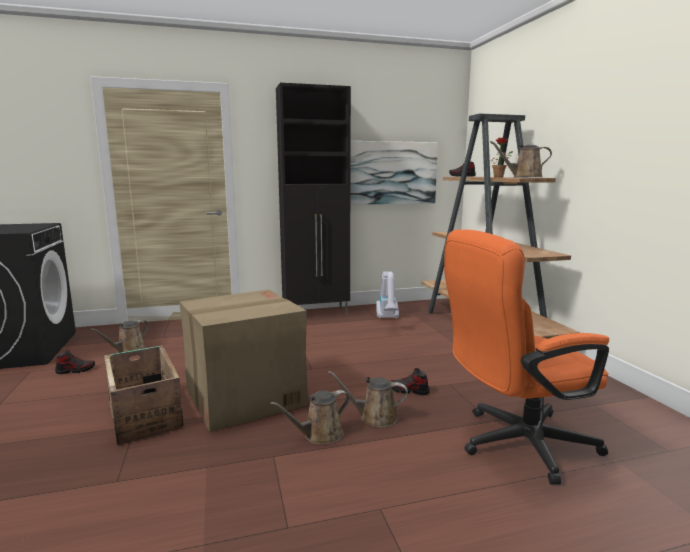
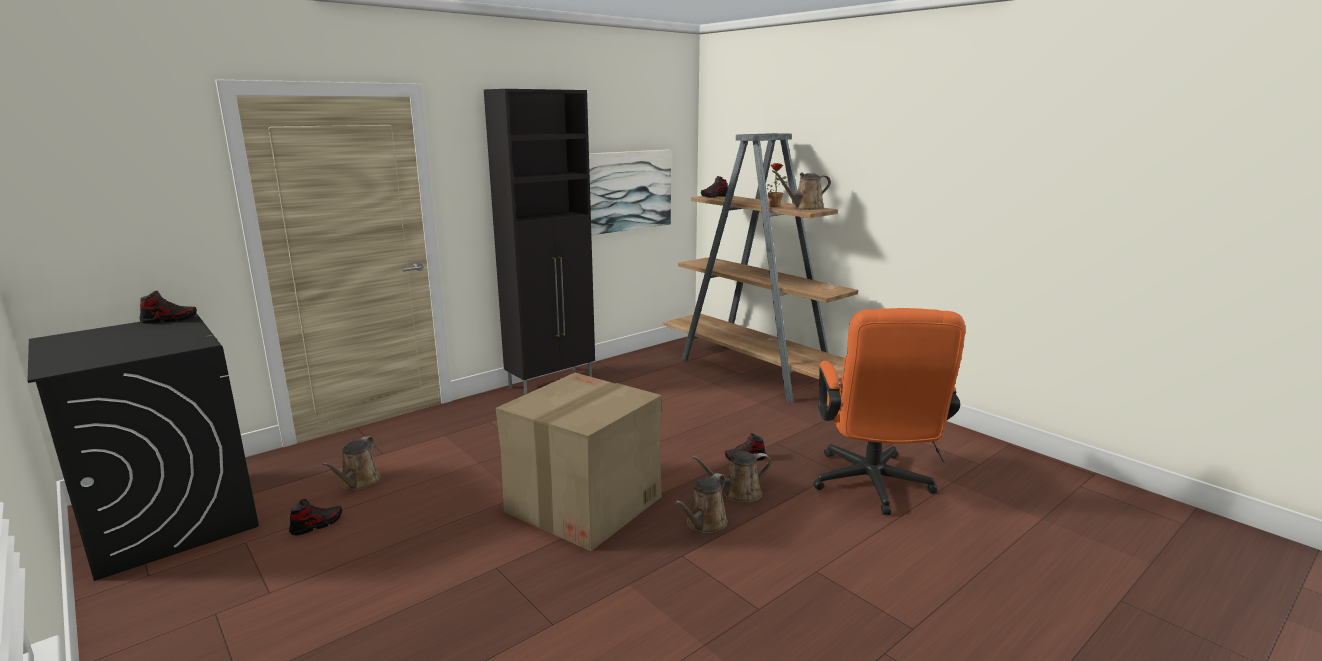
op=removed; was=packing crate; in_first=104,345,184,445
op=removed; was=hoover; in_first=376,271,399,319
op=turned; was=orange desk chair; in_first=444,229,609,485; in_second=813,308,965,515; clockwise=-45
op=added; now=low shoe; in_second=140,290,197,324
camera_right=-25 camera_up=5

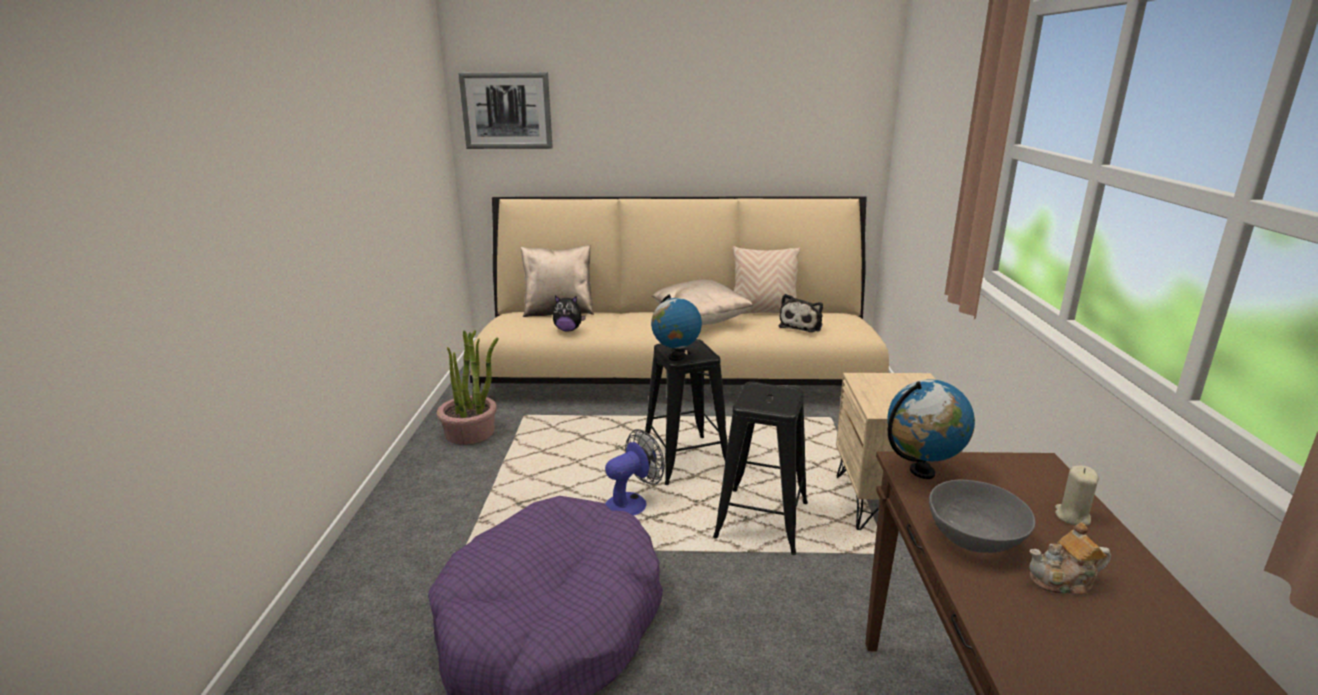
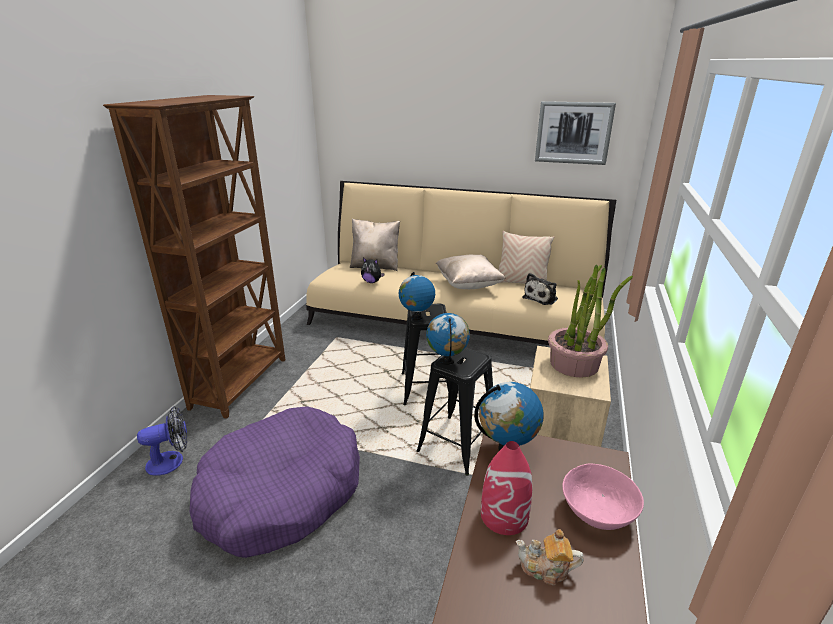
op=moved; was=potted plant; in_first=437,330,499,445; in_second=548,265,633,378
op=moved; was=wall art; in_first=458,72,553,149; in_second=535,101,616,165
op=moved; was=cooling fan; in_first=605,429,665,516; in_second=137,406,187,476
op=replaced; was=greyish deep dish; now=reddish flower vase; in_first=929,480,1035,553; in_second=481,441,533,535
op=replaced; was=sand-coloured wax candle; now=pinkish deep dish; in_first=1055,466,1099,526; in_second=562,464,644,530
op=added; now=brownish bookshelf; in_second=103,95,286,419
op=added; now=desk globe; in_second=426,313,470,365
camera_right=15 camera_up=5

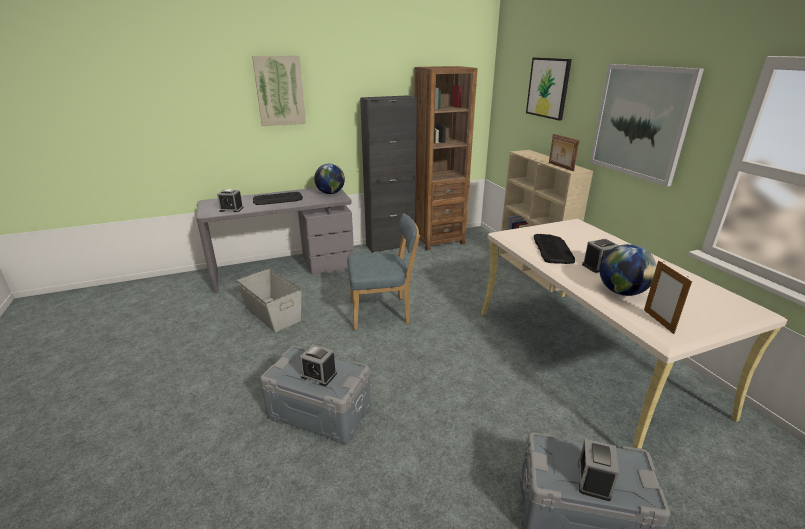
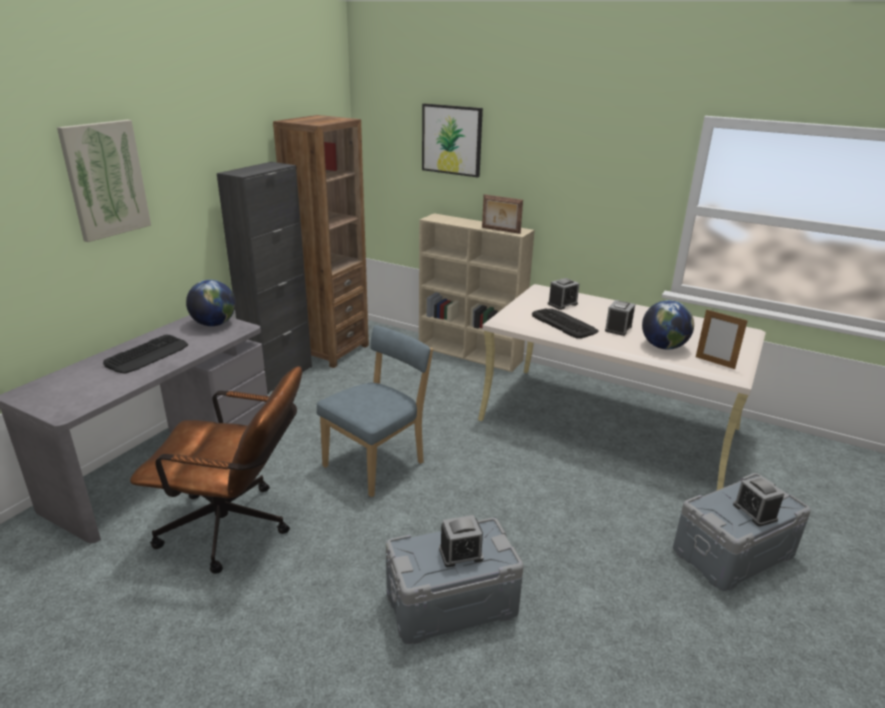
op=moved; was=table clock; in_first=217,189,244,212; in_second=548,278,580,310
op=replaced; was=greyish storage box; now=brownish desk chair; in_first=236,268,302,332; in_second=130,366,302,574
op=removed; was=wall art; in_first=590,64,704,186
camera_right=-40 camera_up=0

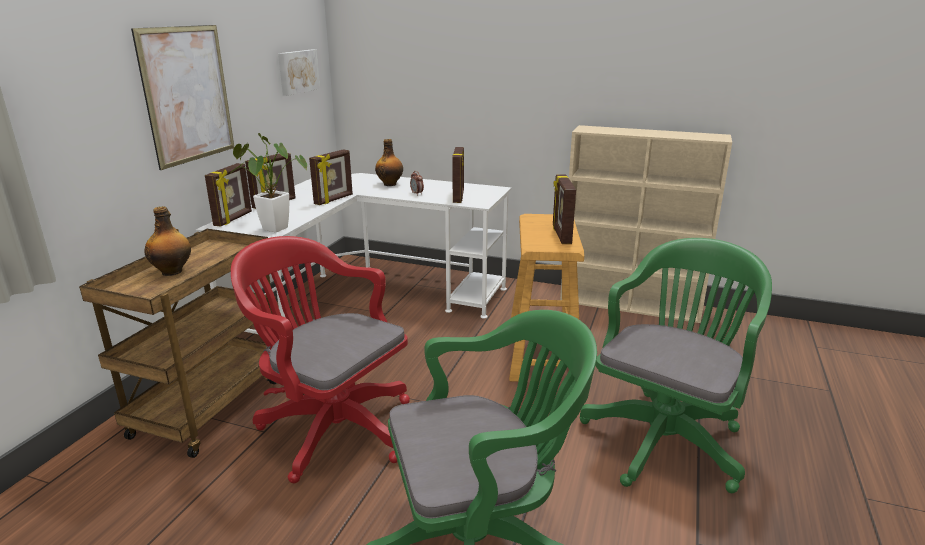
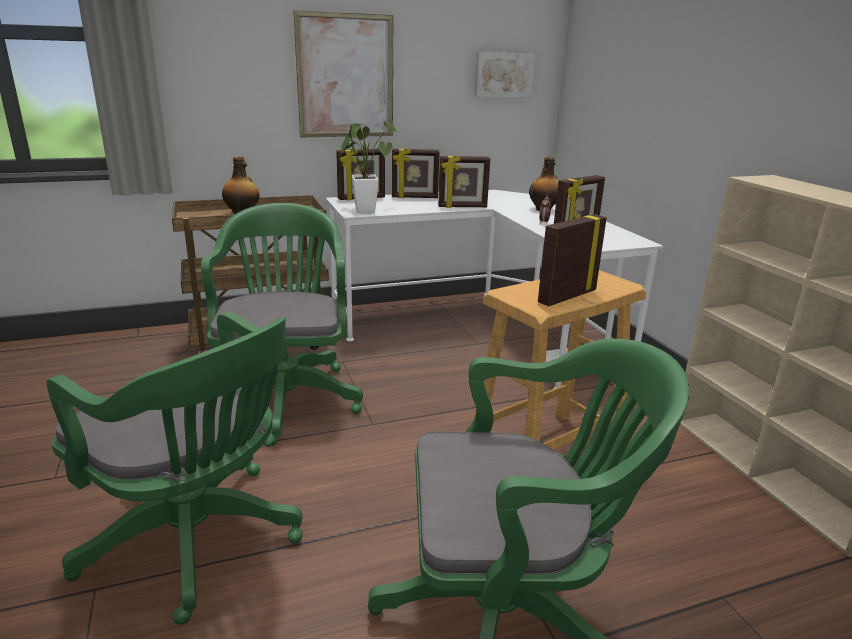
op=recoloured; was=reddish desk chair; now=green desk chair; in_first=231,236,410,483; in_second=201,203,363,446
camera_right=50 camera_up=0

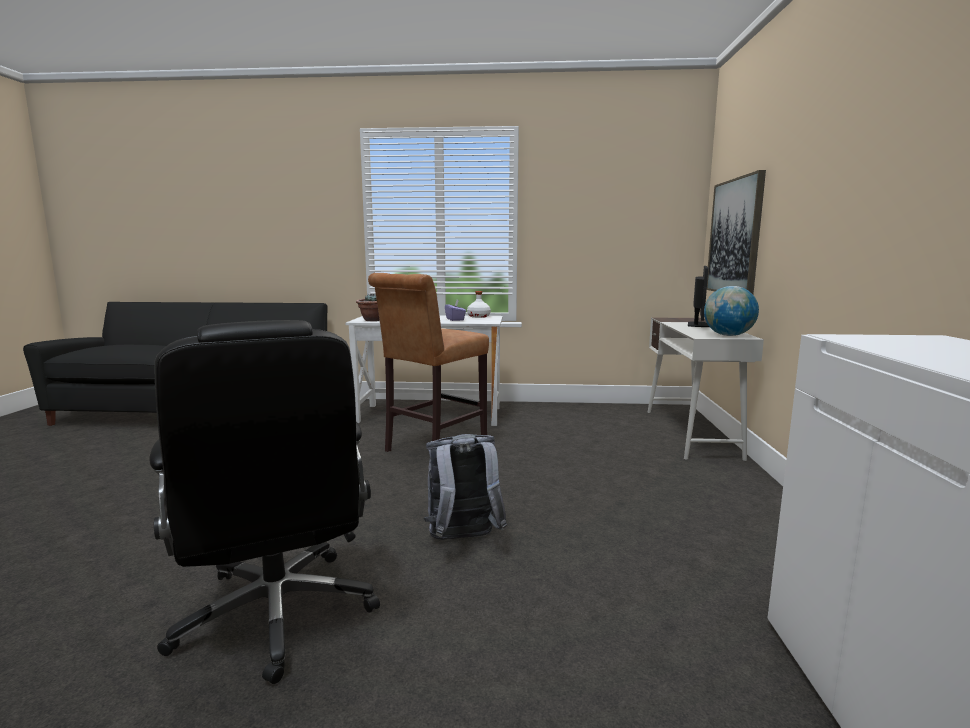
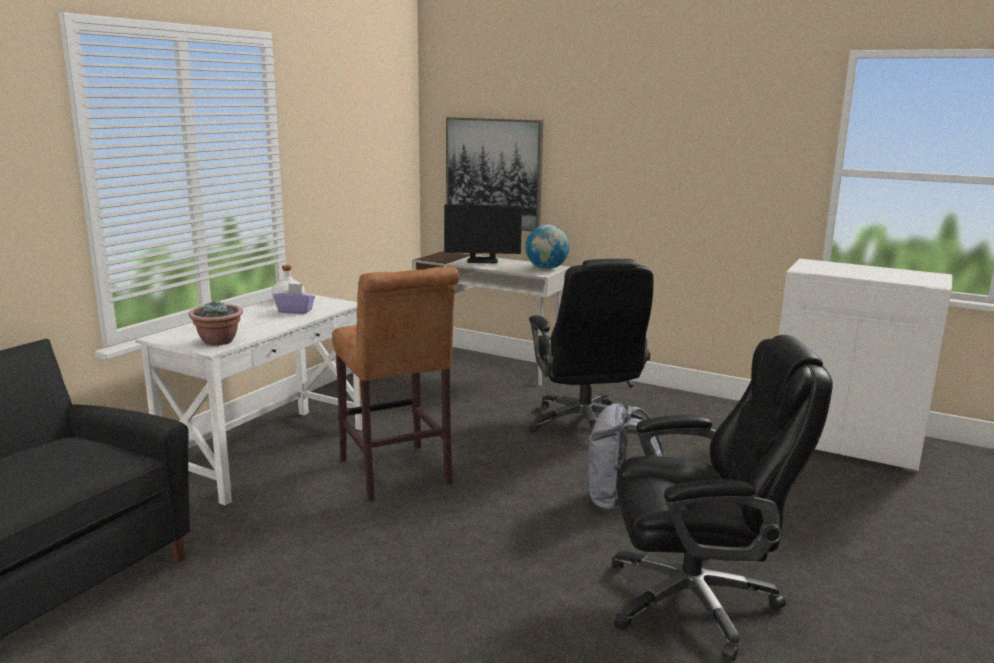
op=turned; was=computer display; in_first=688,266,709,327; in_second=444,204,522,263; clockwise=135
op=added; now=black-coloured desk chair; in_second=529,259,653,433
camera_right=-65 camera_up=5

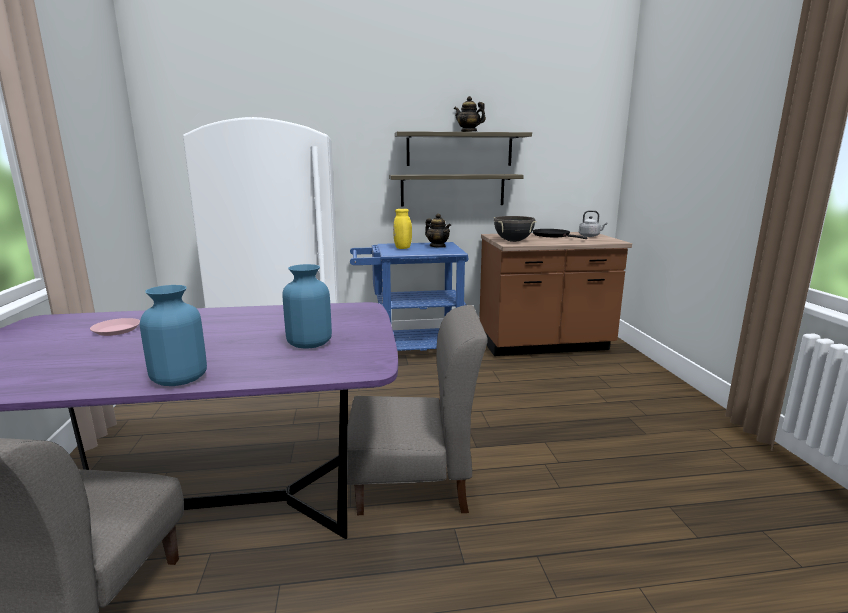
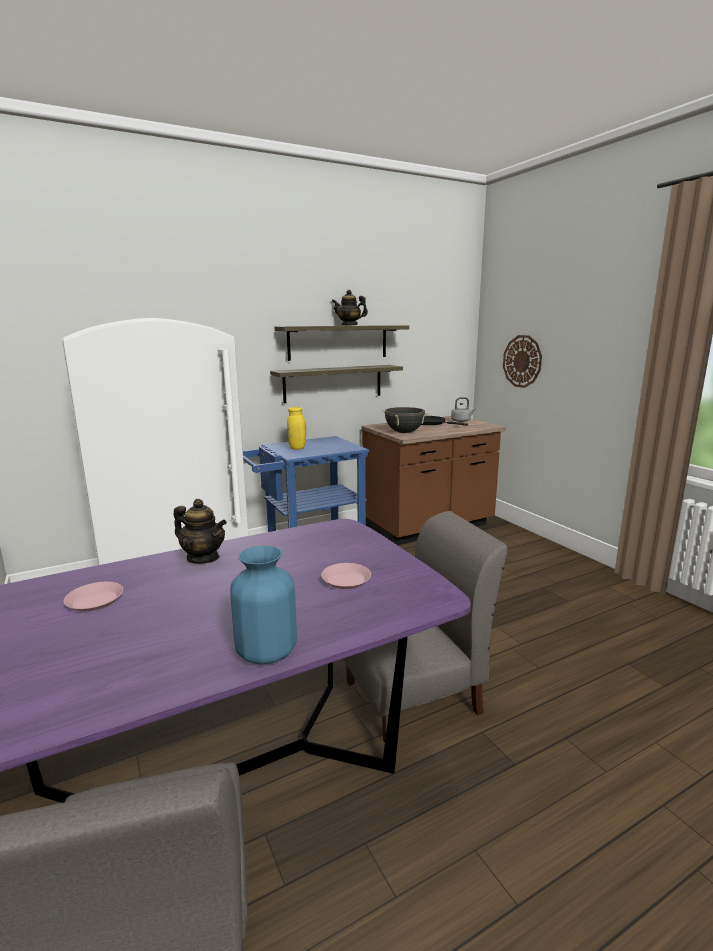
op=replaced; was=bluish flower vase; now=pinkish dinner plate; in_first=282,264,332,349; in_second=321,563,371,589
op=moved; was=pot for tea; in_first=425,214,451,248; in_second=174,499,227,564
op=added; now=wall clock; in_second=503,335,542,388
camera_right=-20 camera_up=0

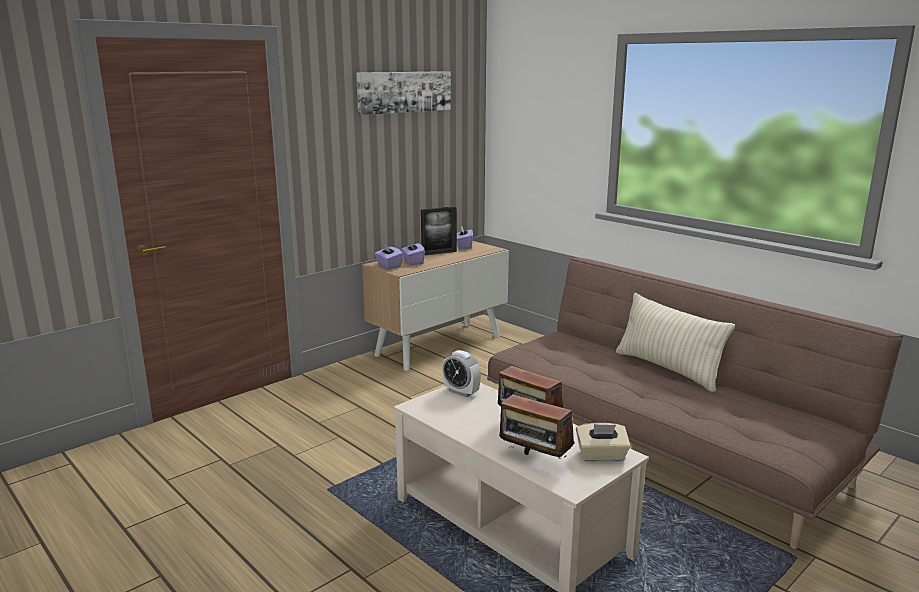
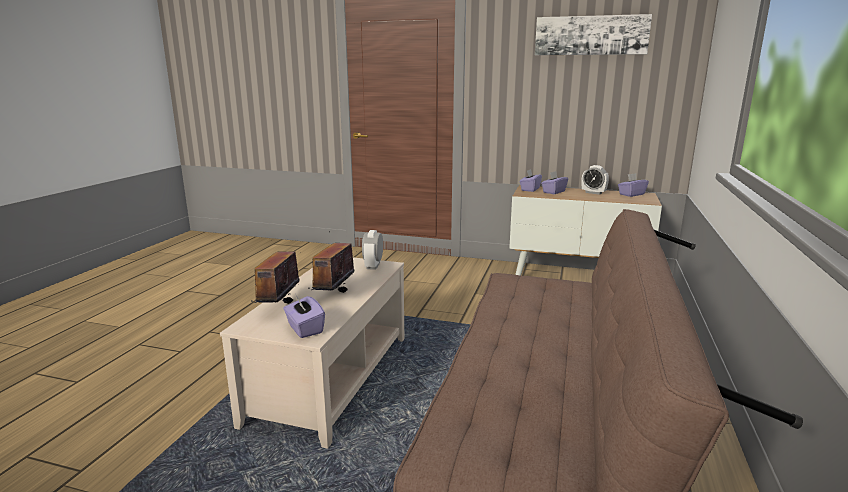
op=replaced; was=photo frame; now=table clock; in_first=421,206,457,255; in_second=581,165,609,195
op=recoloured; was=sand-coloured tissue holder; now=purple tissue holder; in_first=576,423,631,462; in_second=283,296,325,338
op=removed; was=sand-coloured cushion; in_first=616,293,735,392
camera_right=60 camera_up=0

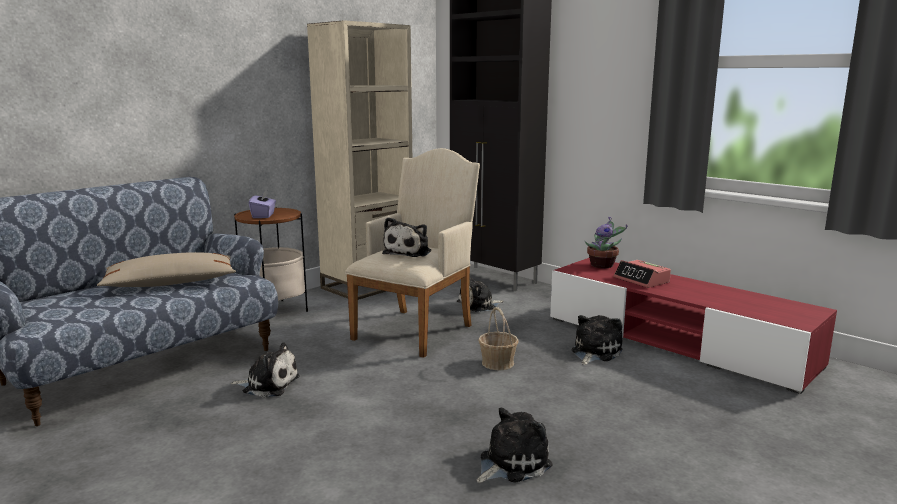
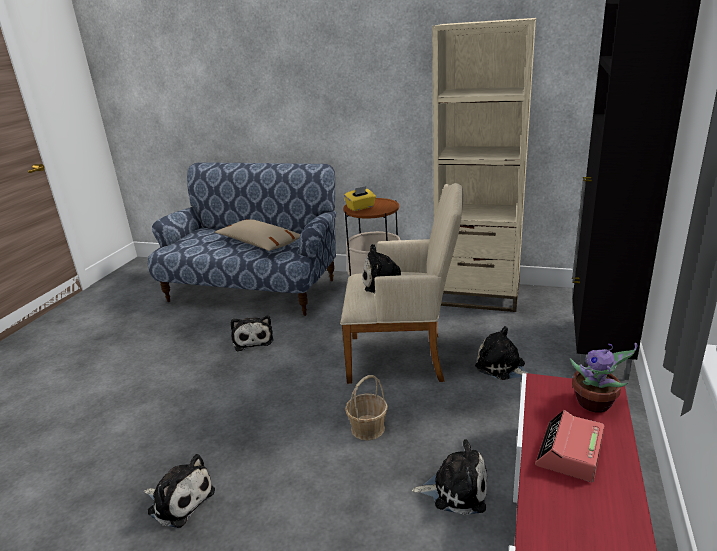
op=recoloured; was=purple tissue holder; now=yellowish tissue holder; in_first=249,190,276,218; in_second=344,186,376,211
camera_right=65 camera_up=10

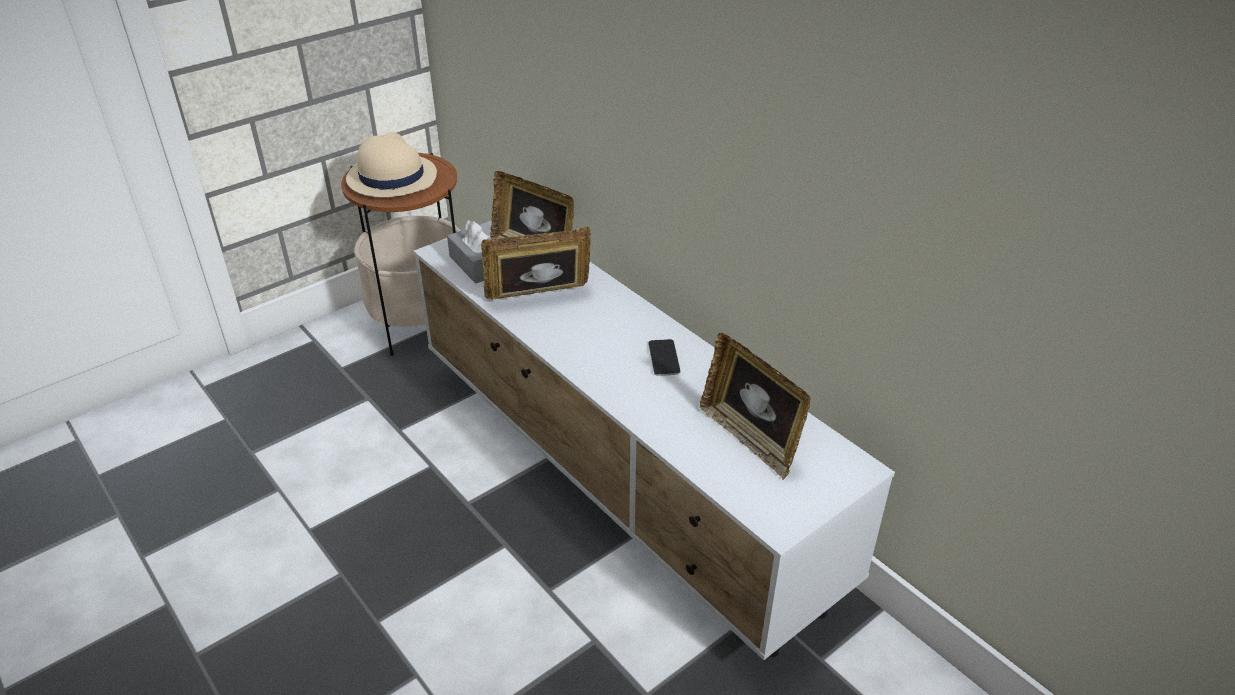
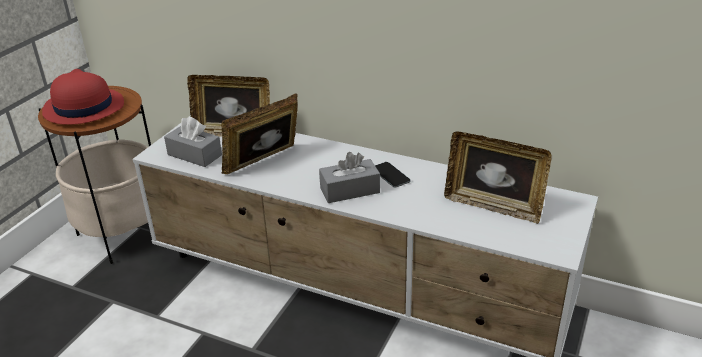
op=recoloured; was=sand-coloured clothing hat; now=reddish clothing hat; in_first=346,132,437,197; in_second=42,69,124,125
op=added; now=greyish tissue holder; in_second=319,152,380,203
camera_right=-25 camera_up=-5

